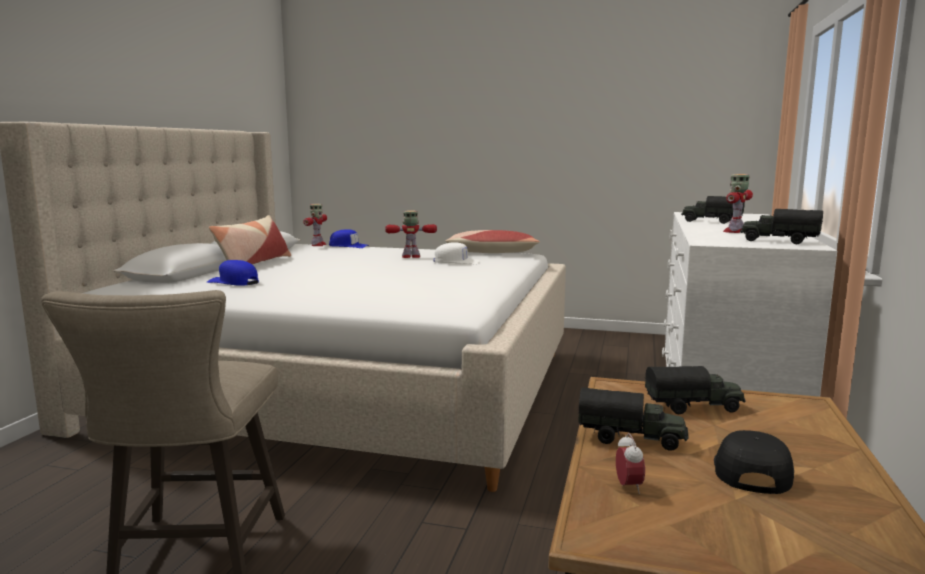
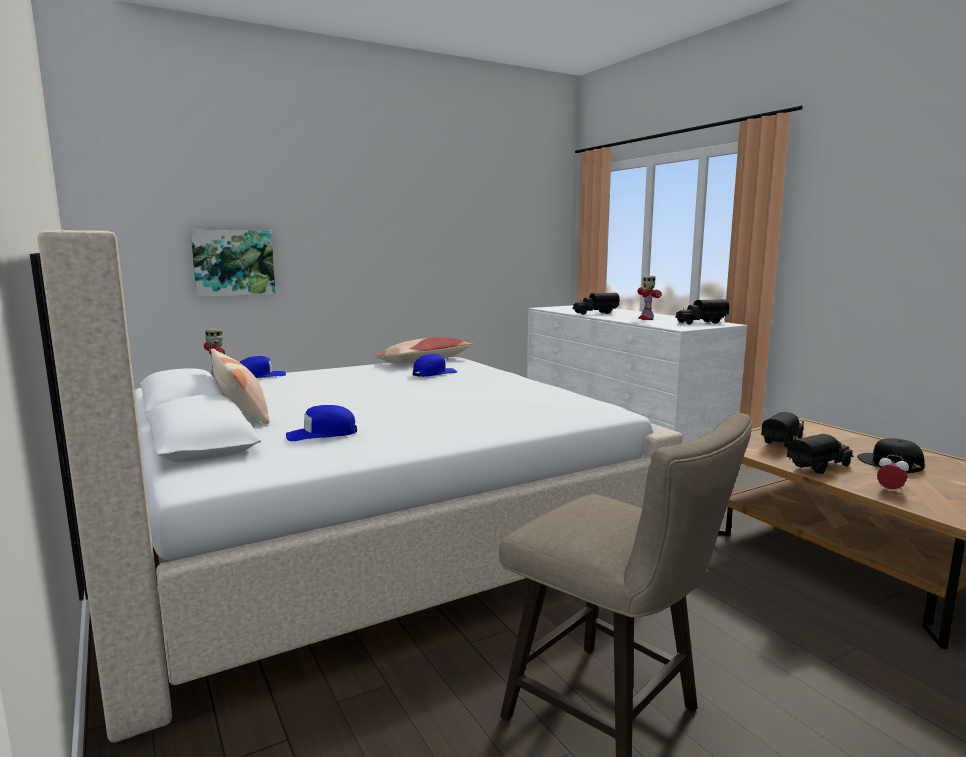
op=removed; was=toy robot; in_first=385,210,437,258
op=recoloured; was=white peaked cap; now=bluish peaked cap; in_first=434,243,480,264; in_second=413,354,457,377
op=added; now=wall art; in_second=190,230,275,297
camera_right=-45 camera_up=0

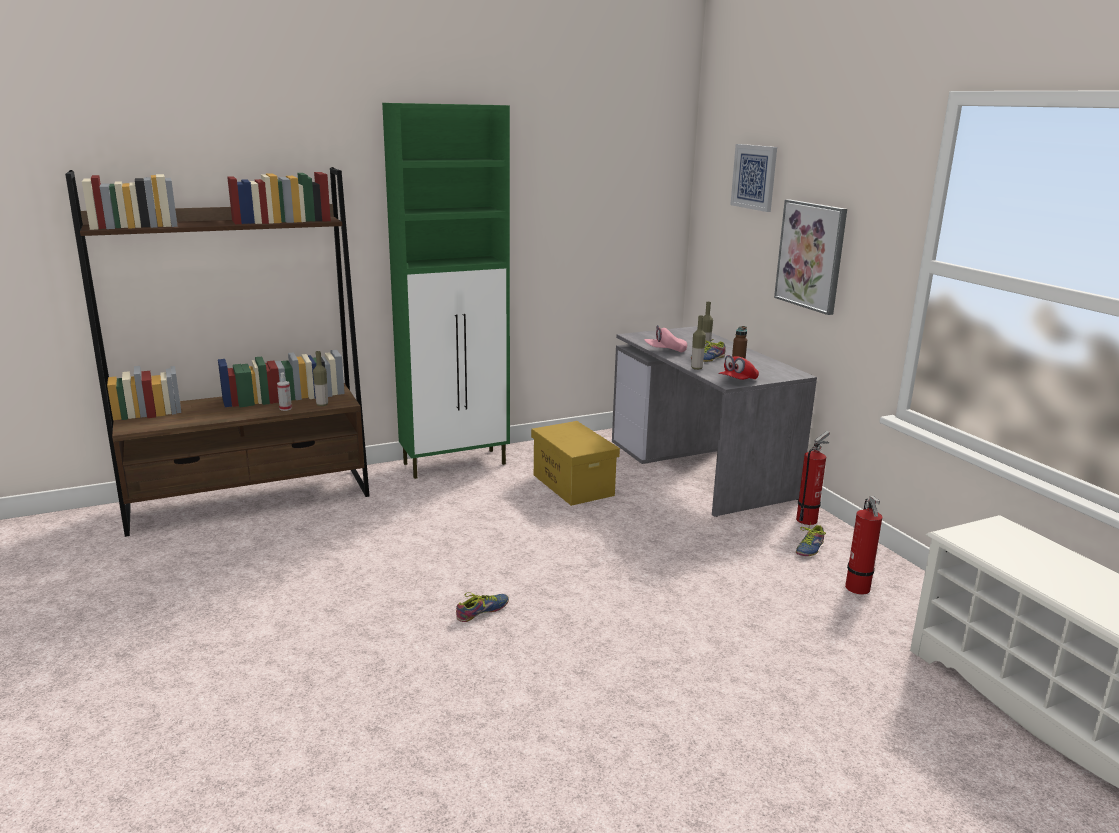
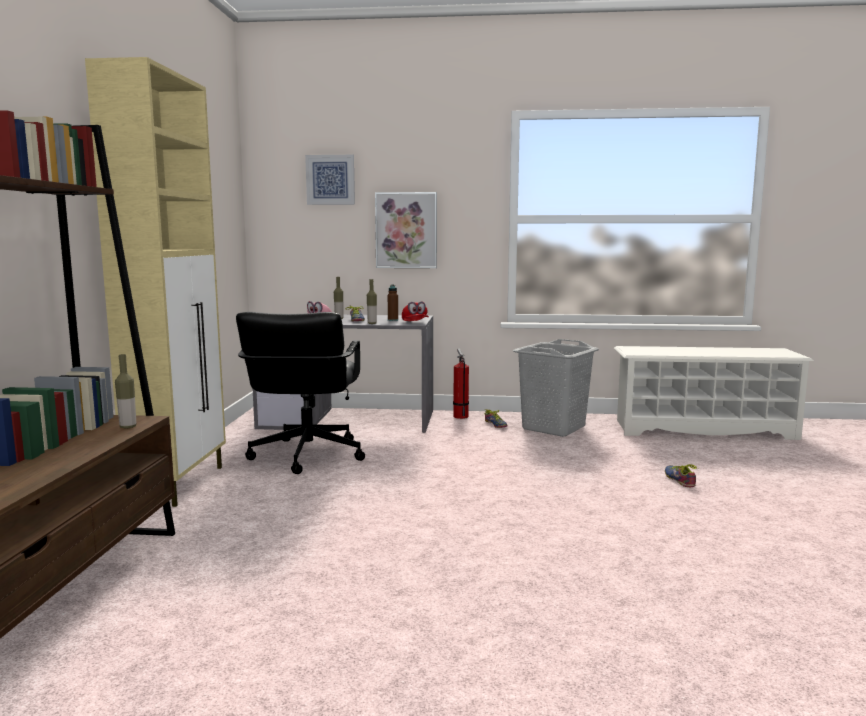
op=removed; was=spray bottle; in_first=277,373,292,411
op=recoloured; was=green cupboard; now=sand-coloured cupboard; in_first=382,103,510,479; in_second=85,57,226,507
op=moved; was=low shoe; in_first=456,592,509,622; in_second=665,464,698,487
op=replaced; was=yellowish storage box; now=black-coloured desk chair; in_first=531,421,620,506; in_second=236,312,365,474
op=replaced; was=fire-fighting cylinder; now=greyish hamper; in_first=845,496,882,594; in_second=513,339,599,437
camera_right=-60 camera_up=-10

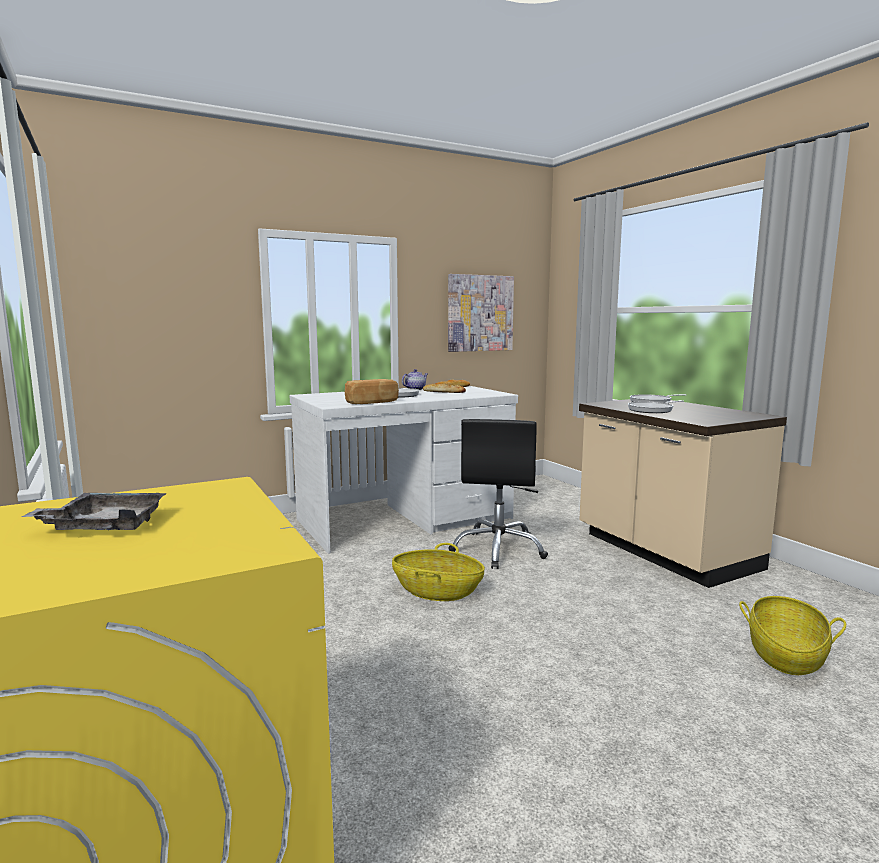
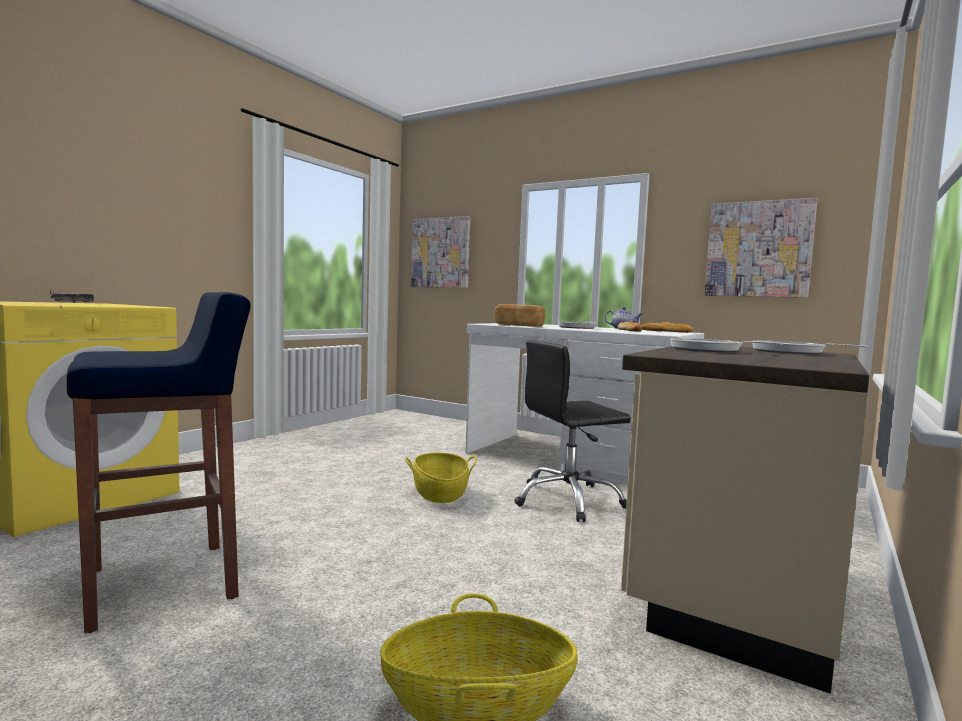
op=added; now=bluish sitting stool; in_second=67,292,251,633
op=added; now=wall art; in_second=411,216,471,288
camera_right=60 camera_up=-5

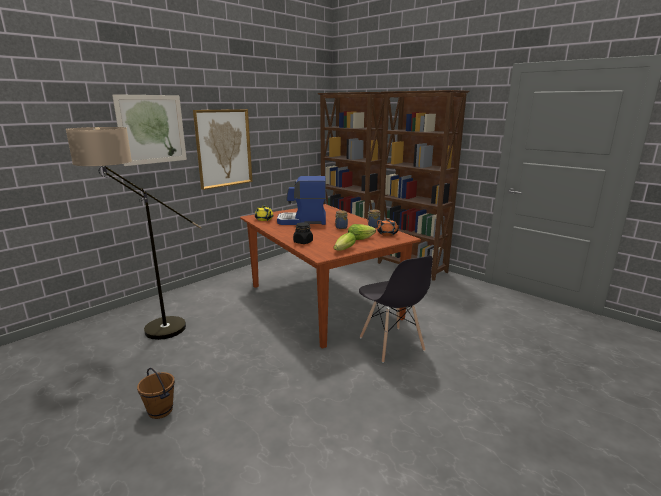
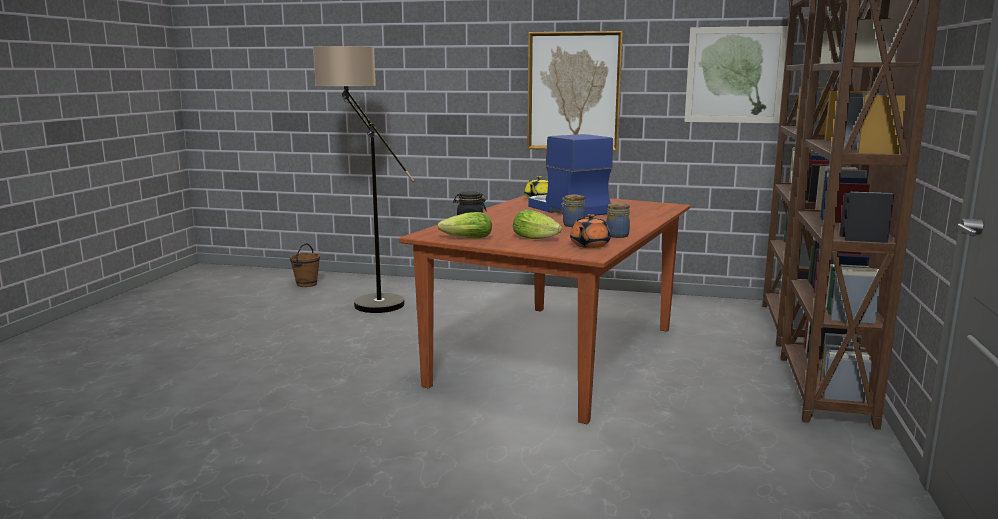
op=moved; was=wall art; in_first=112,94,187,166; in_second=685,26,788,123
op=moved; was=brownish pail; in_first=137,368,175,419; in_second=290,243,320,287
op=removed; was=greyish upright chair; in_first=359,256,433,363
camera_right=60 camera_up=-5

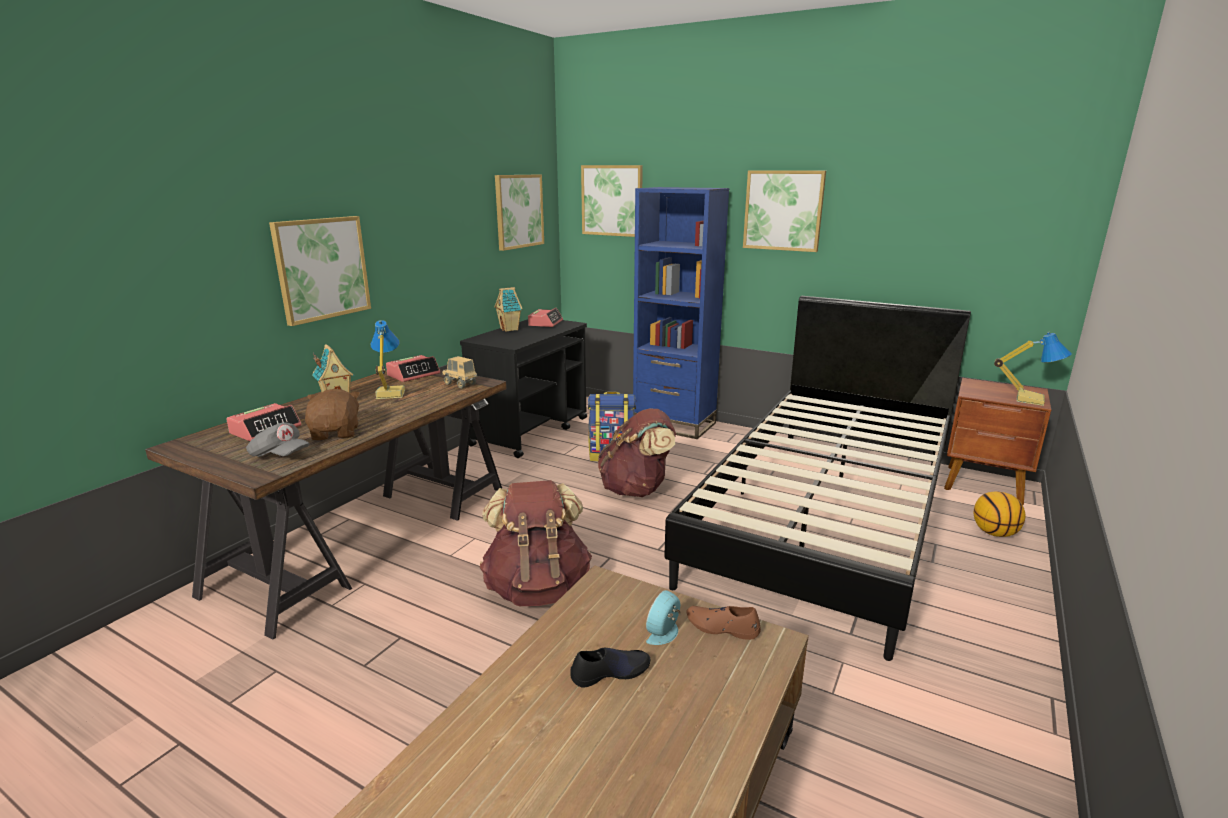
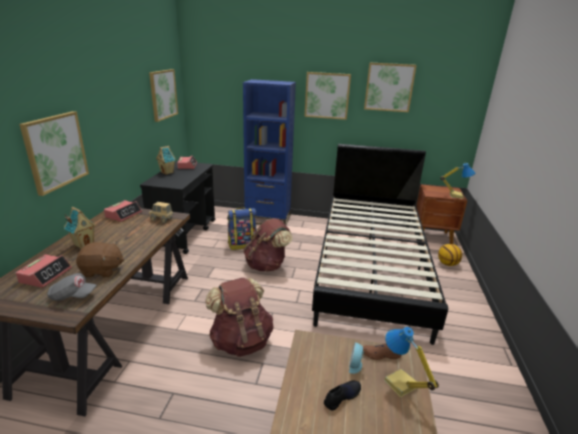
op=turned; was=brownish soft toy; in_first=305,389,360,440; in_second=76,241,124,277; clockwise=120
op=moved; was=tabletop lamp; in_first=371,320,405,399; in_second=384,327,439,397
op=moved; was=wall art; in_first=581,165,643,237; in_second=364,63,417,112
camera_right=-20 camera_up=5

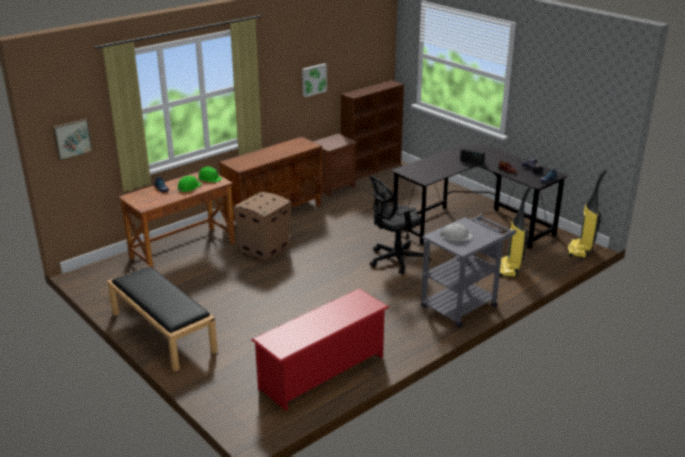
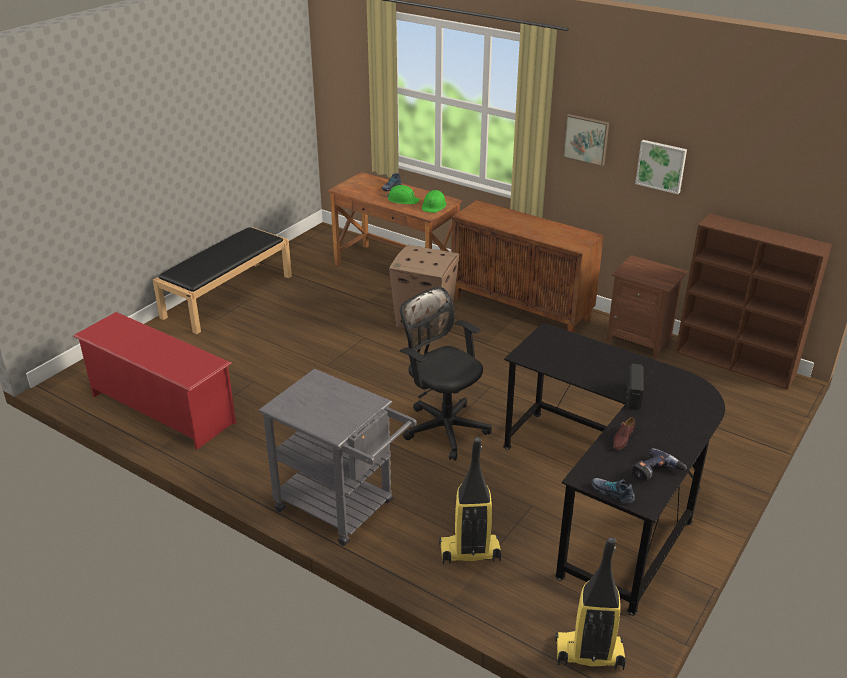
op=moved; was=wall art; in_first=52,119,93,160; in_second=563,114,609,166
op=removed; was=white safety helmet; in_first=440,223,472,241
camera_right=75 camera_up=5

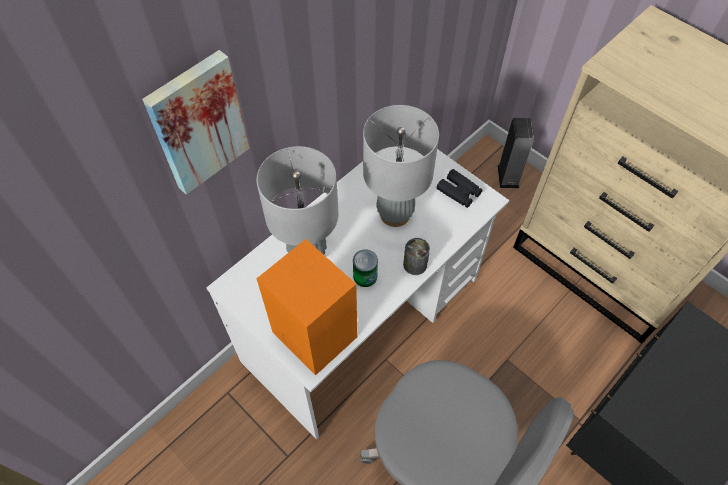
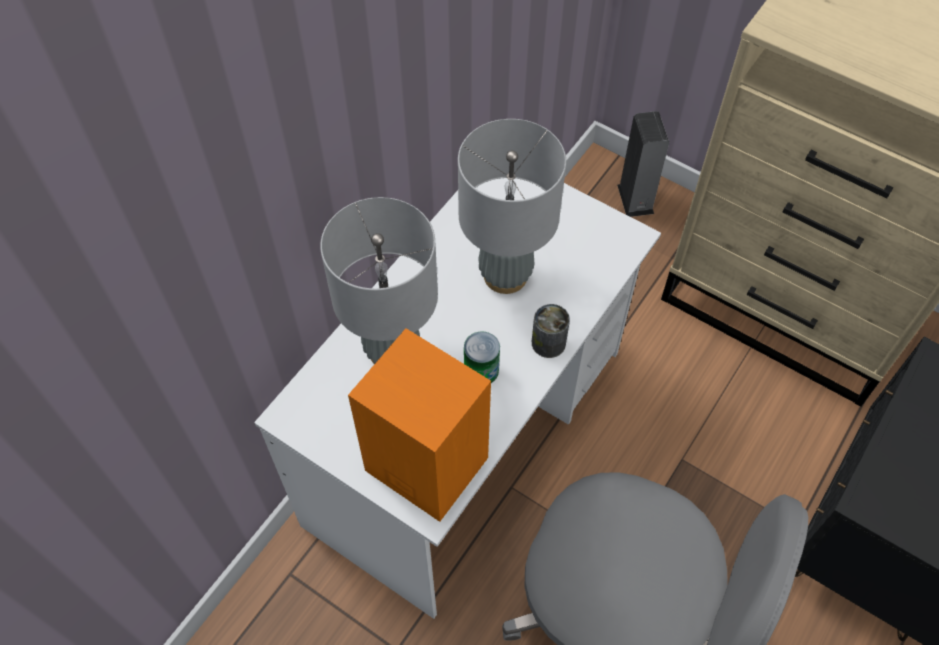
op=removed; was=wall art; in_first=142,50,249,194
op=removed; was=black-coloured pair of binoculars; in_first=437,169,483,208
camera_right=-10 camera_up=0

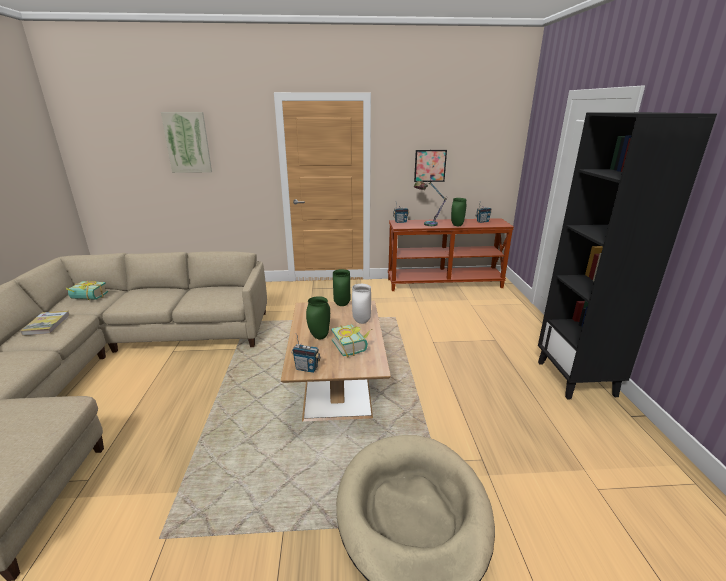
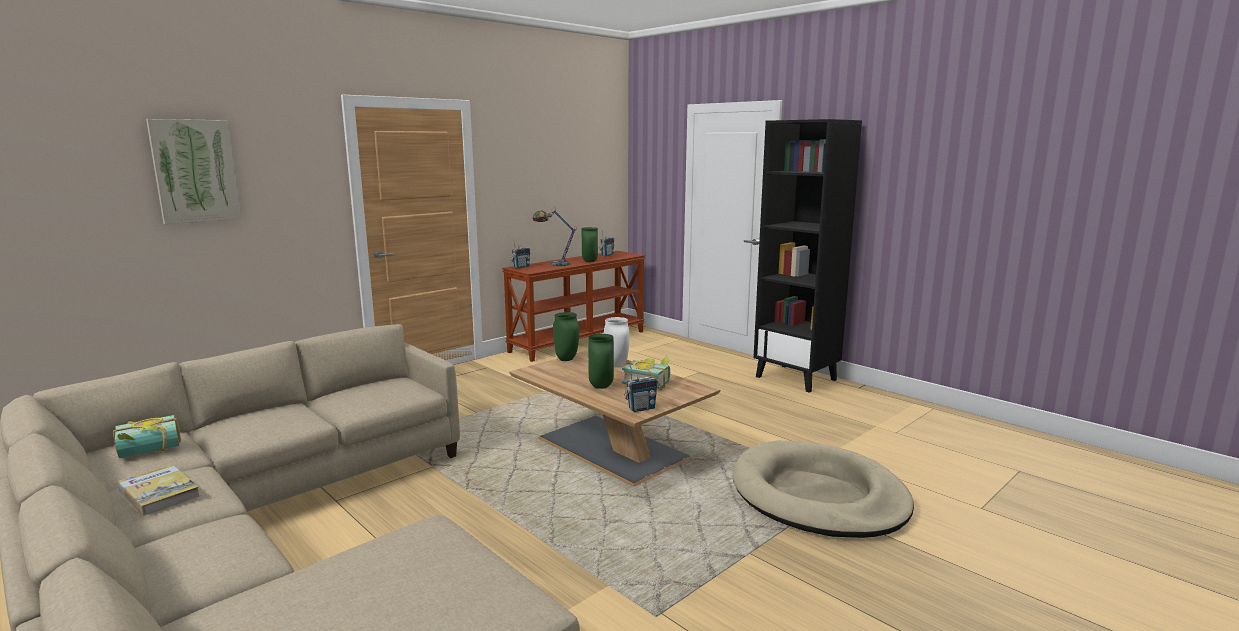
op=removed; was=wall art; in_first=414,150,447,182
camera_right=-40 camera_up=-10

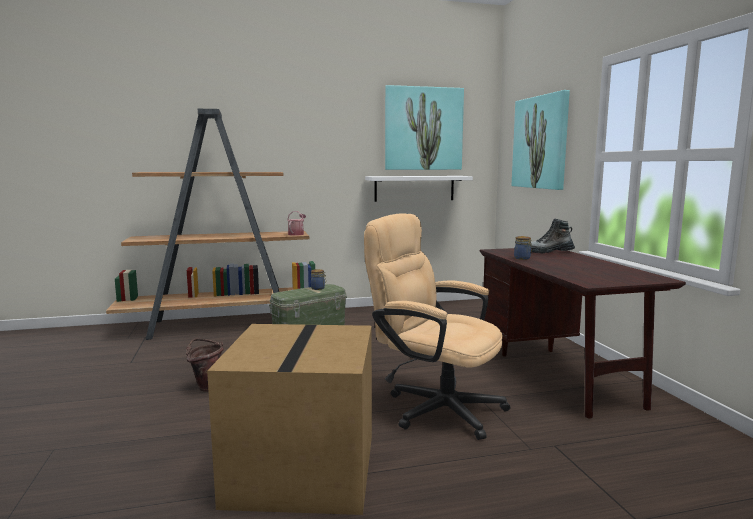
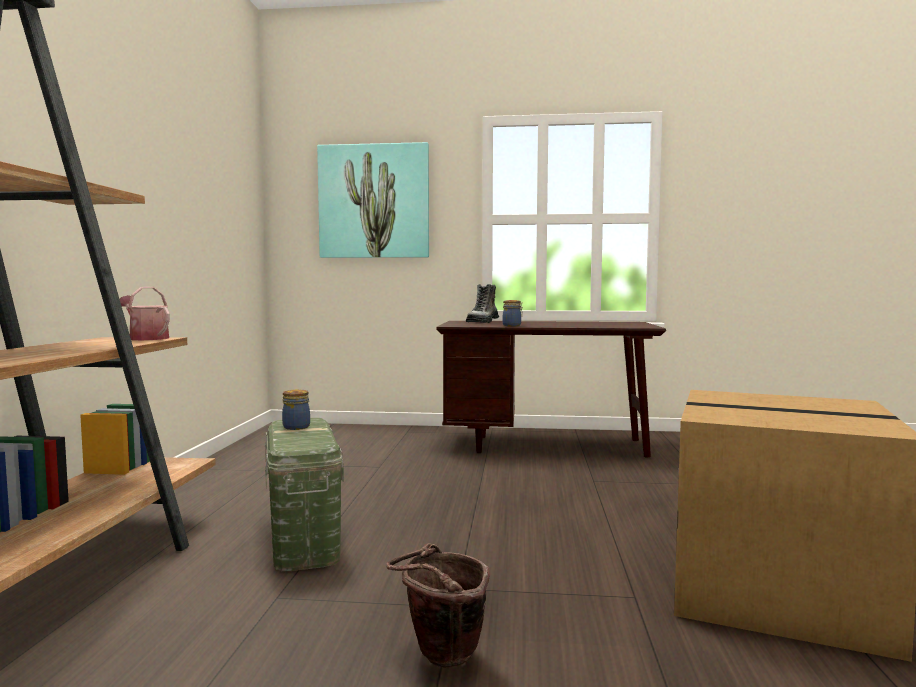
op=removed; was=sand-coloured desk chair; in_first=364,213,510,440
op=removed; was=white shelf; in_first=365,176,473,202
op=removed; was=wall art; in_first=385,85,464,170
camera_right=-70 camera_up=-5

